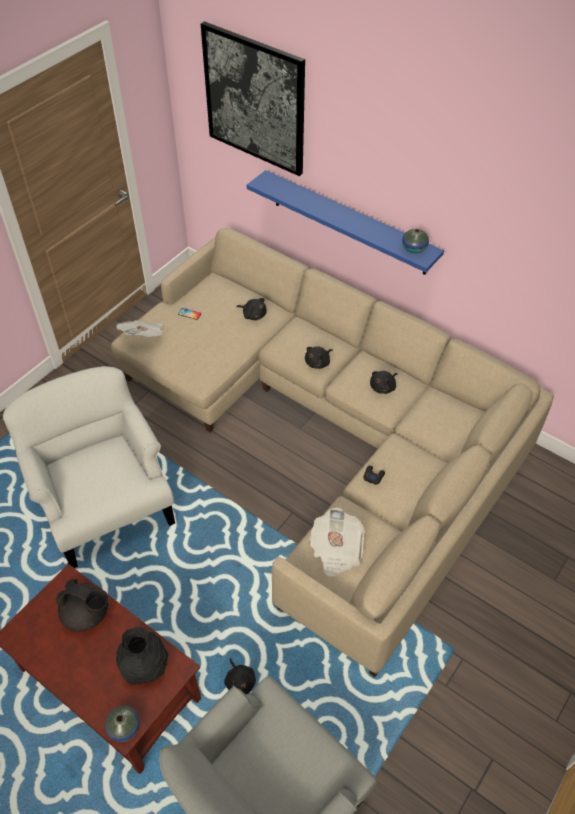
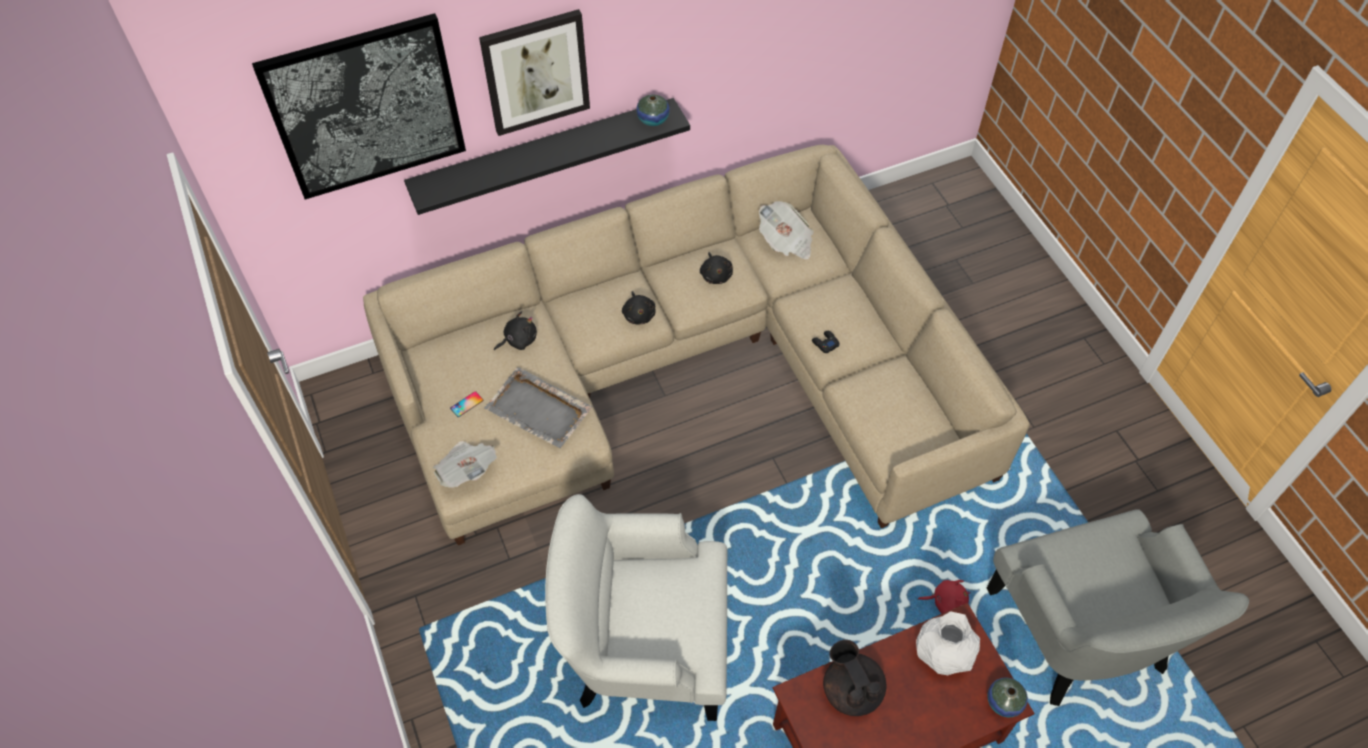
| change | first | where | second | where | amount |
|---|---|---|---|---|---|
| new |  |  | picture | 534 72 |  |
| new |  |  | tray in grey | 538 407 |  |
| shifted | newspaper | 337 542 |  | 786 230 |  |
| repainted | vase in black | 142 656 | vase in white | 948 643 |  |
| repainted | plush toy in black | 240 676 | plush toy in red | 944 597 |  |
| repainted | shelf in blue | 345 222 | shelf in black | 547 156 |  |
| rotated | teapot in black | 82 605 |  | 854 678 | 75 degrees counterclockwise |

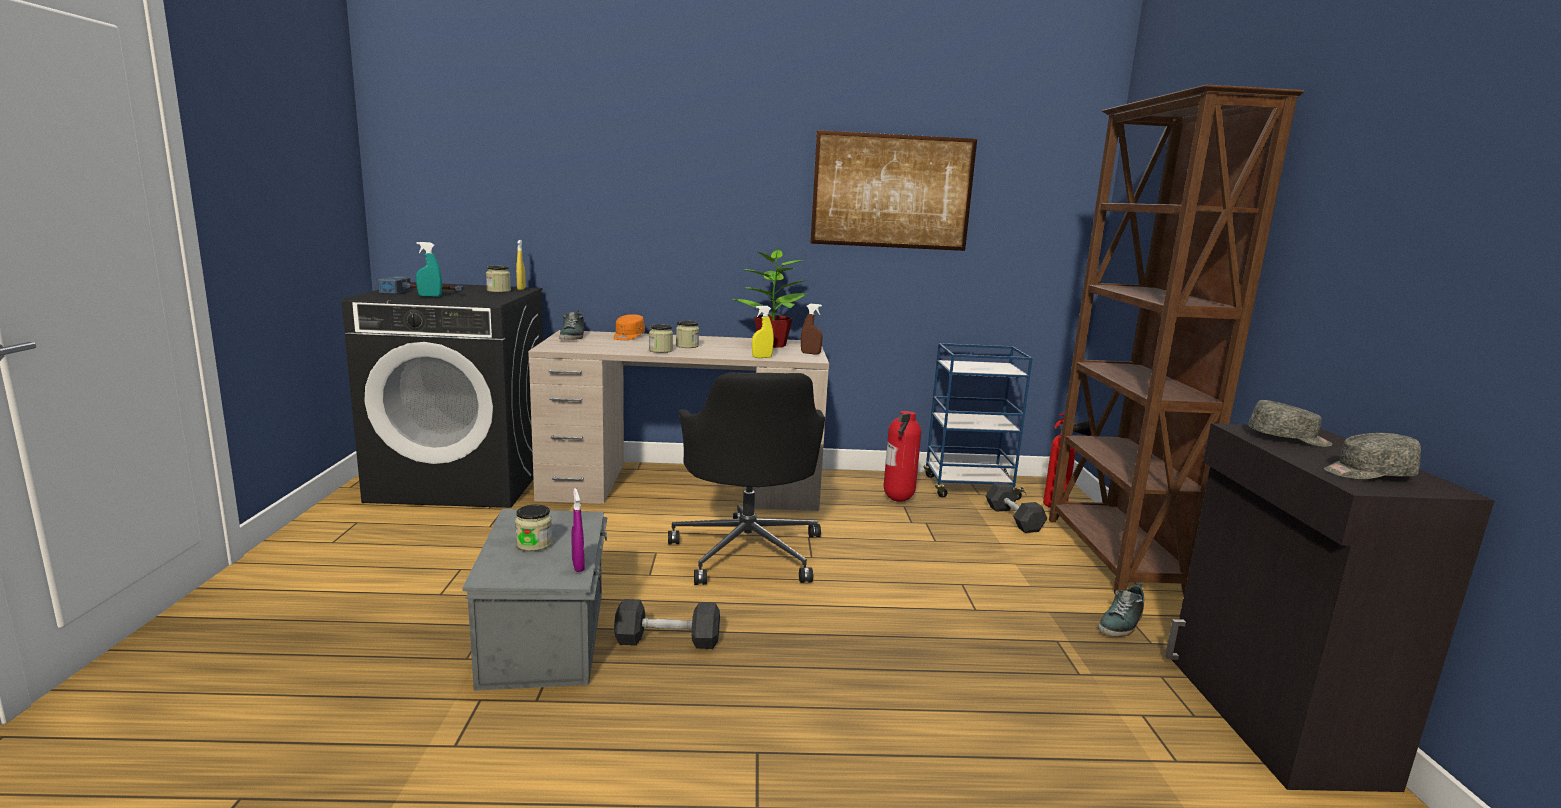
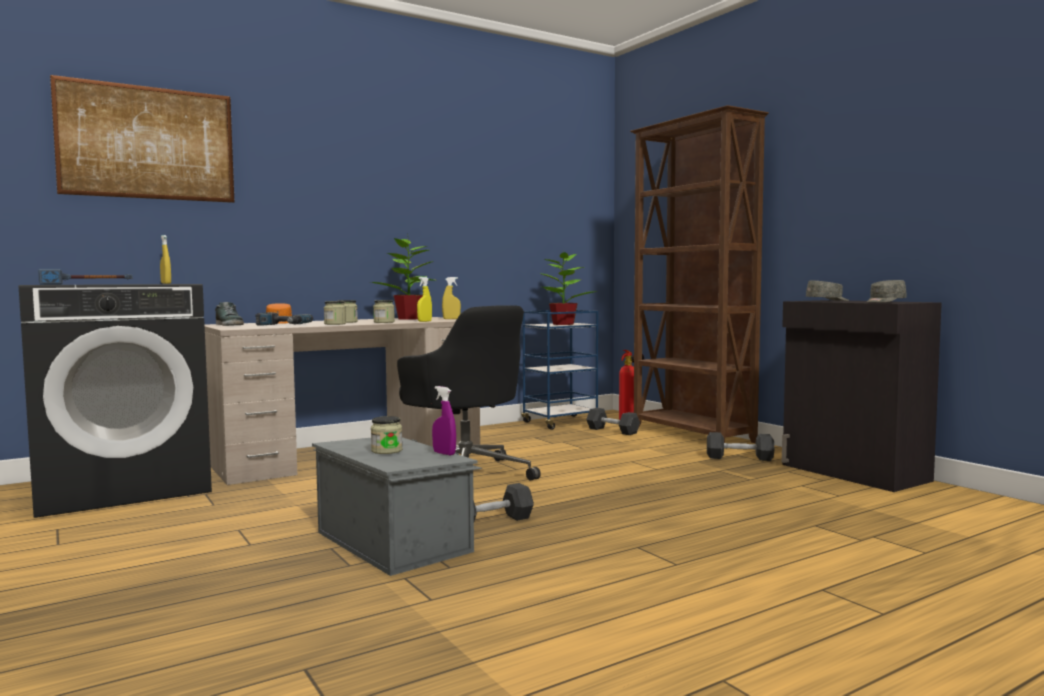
| change | first | where | second | where | amount |
|---|---|---|---|---|---|
| gone | spray bottle in turquoise | 429 269 |  |  |  |
| gone | fire extinguisher | 902 456 |  |  |  |
| new |  |  | power drill | 284 319 |  |
| new |  |  | potted plant | 569 287 |  |
| shifted | jar | 498 279 |  | 384 311 |  |
| shifted | picture | 893 190 |  | 142 139 |  |
| swapped | shoe | 1121 609 | dumbbell in grey | 741 446 |  |
| repainted | spray bottle in brown | 812 329 | spray bottle in yellow | 451 298 |  |

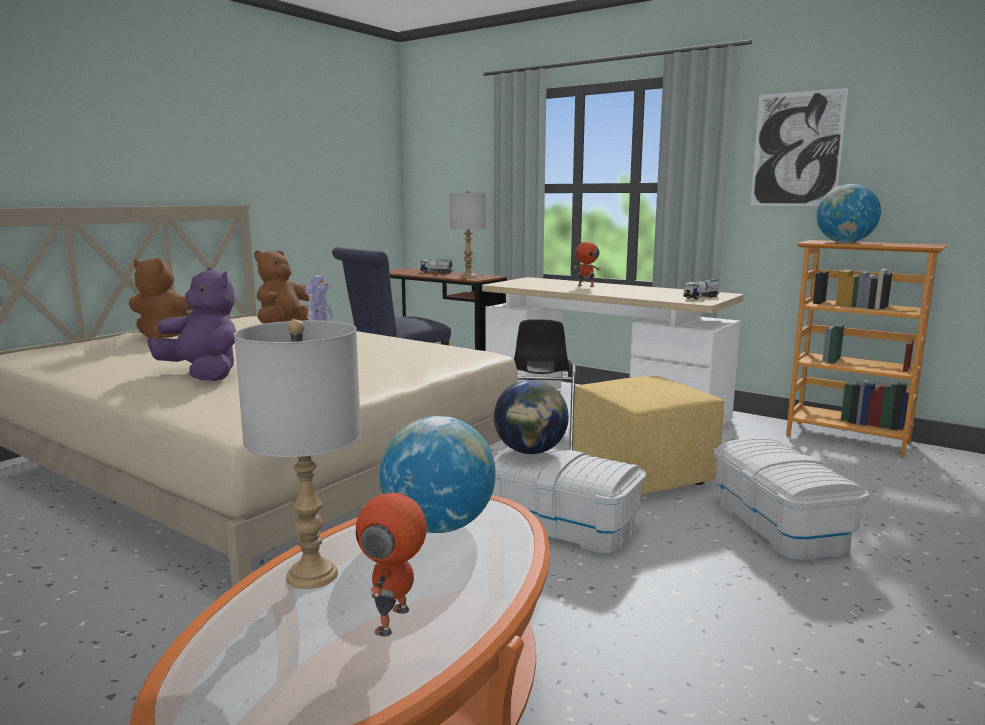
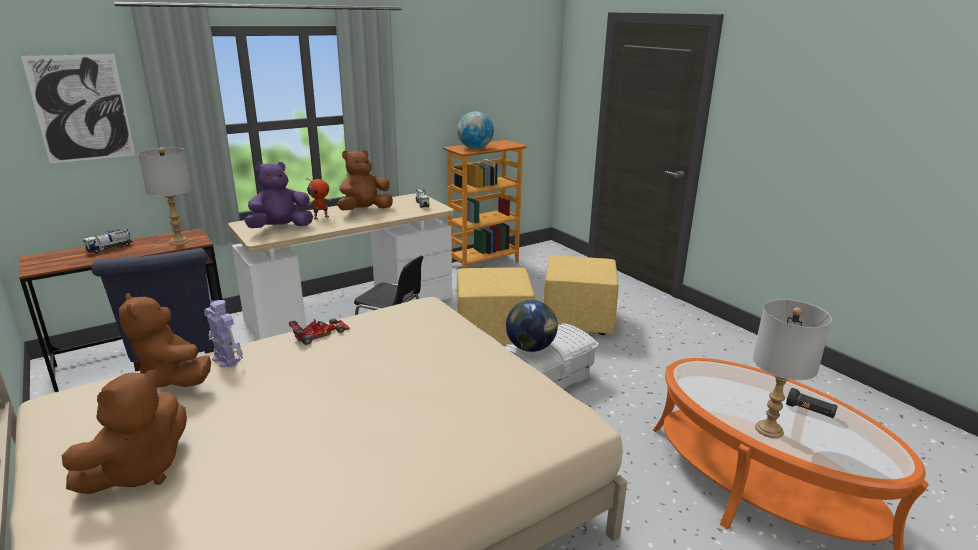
| change | first | where | second | where | amount |
|---|---|---|---|---|---|
| gone | globe | 437 474 |  |  |  |
| new |  |  | toy car | 319 331 |  |
| new |  |  | plush toy in brown | 365 180 |  |
| shifted | plush toy in purple | 191 324 |  | 278 195 |  |
| shifted | picture | 799 147 |  | 78 108 |  |
| swapped | toy robot | 391 555 | flashlight in black | 811 403 |  |
| swapped | storage box in white | 791 498 | ottoman in yellow | 581 295 |  |

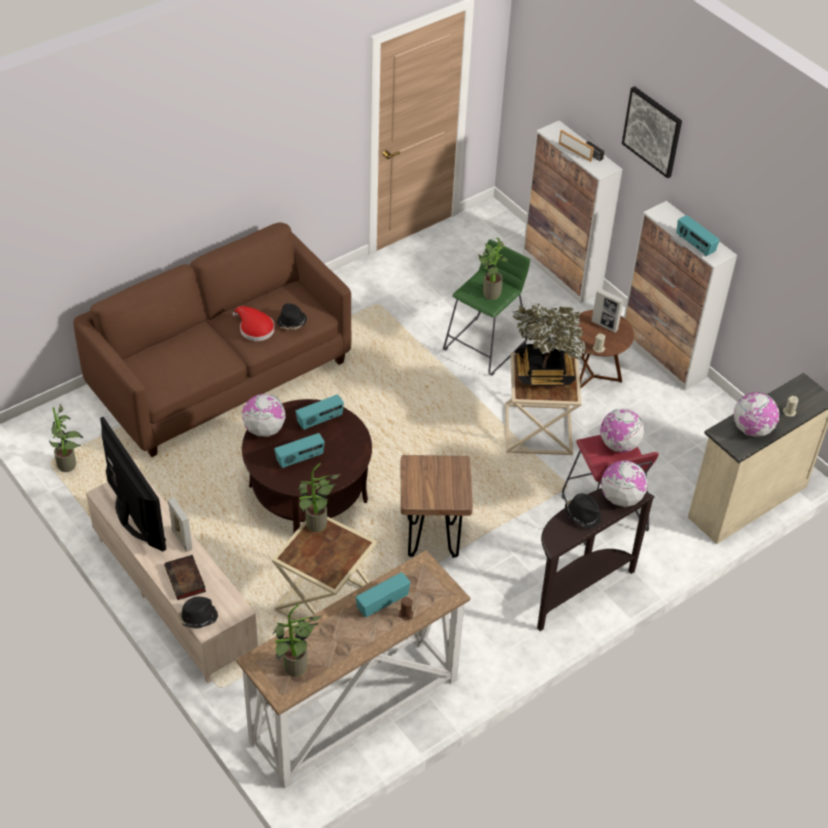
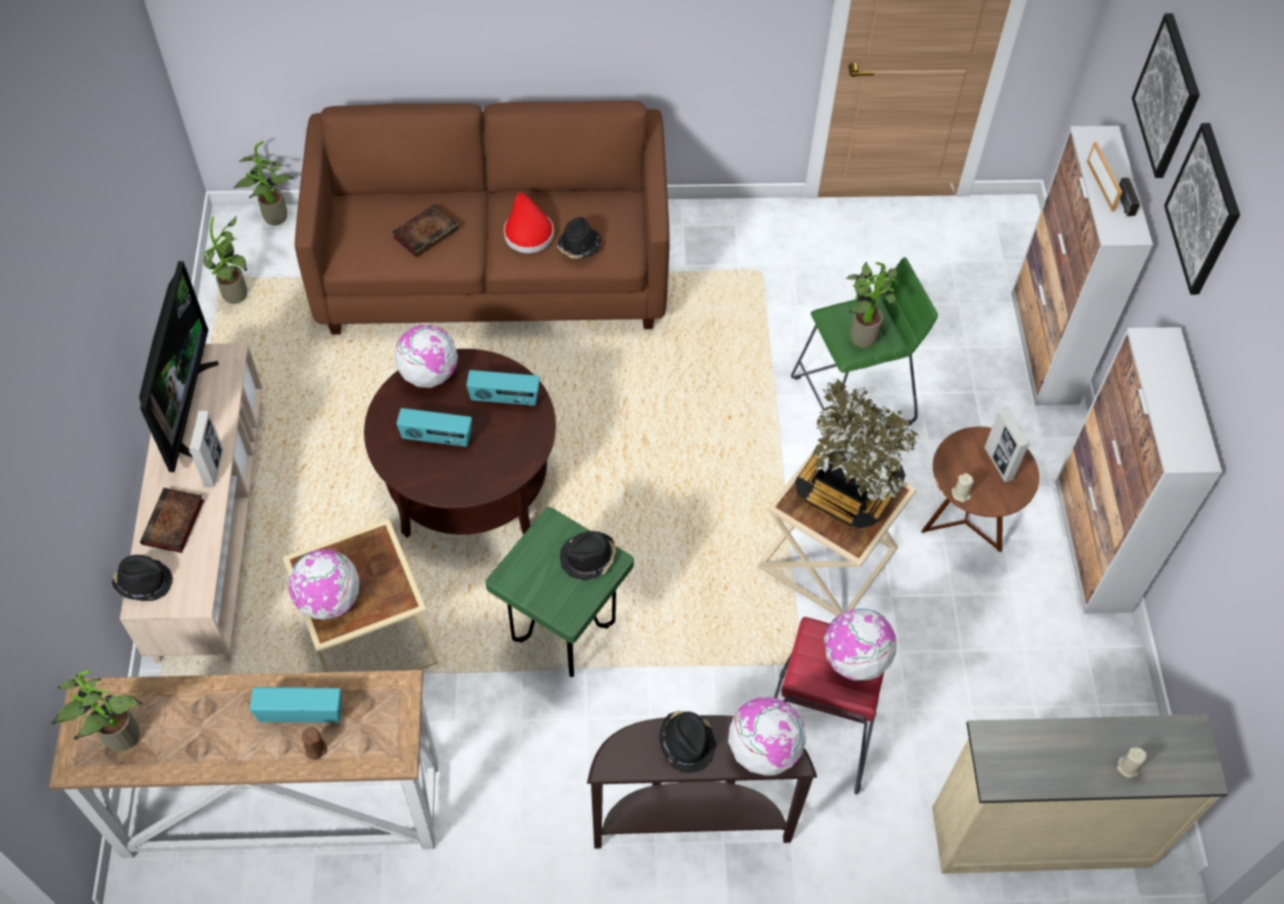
| change | first | where | second | where | amount |
|---|---|---|---|---|---|
| gone | radio | 698 236 |  |  |  |
| new |  |  | book | 425 230 |  |
| new |  |  | hat in black | 588 556 |  |
| new |  |  | picture | 1166 95 |  |
| shifted | potted plant | 319 497 |  | 263 183 |  |
| shifted | globe | 756 414 |  | 324 584 |  |
| repainted | stool in brown | 437 506 | stool in green | 560 592 |  |

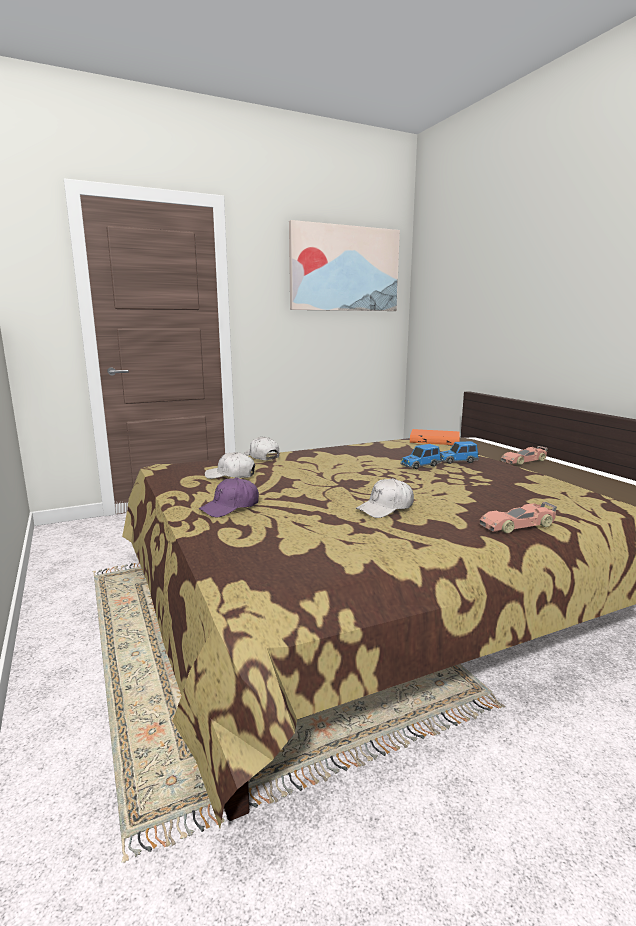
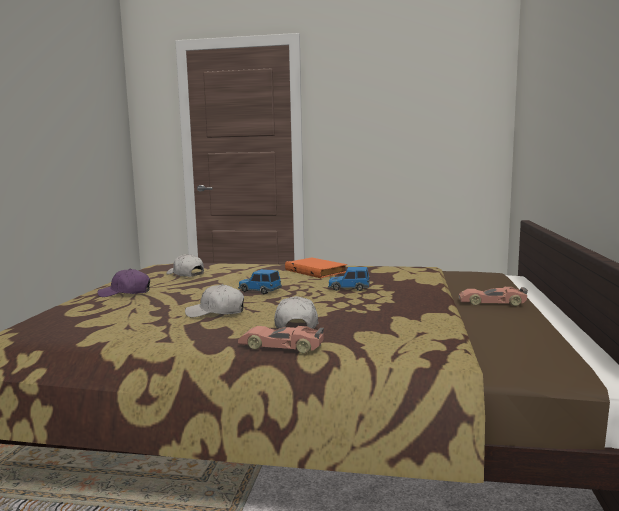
| change | first | where | second | where | amount |
|---|---|---|---|---|---|
| gone | picture | 344 265 |  |  |  |
| shifted | cap in white | 261 448 |  | 296 312 |  |
| shifted | book in orange | 435 437 |  | 316 267 |  |
| shifted | toy car | 459 452 |  | 260 281 |  |

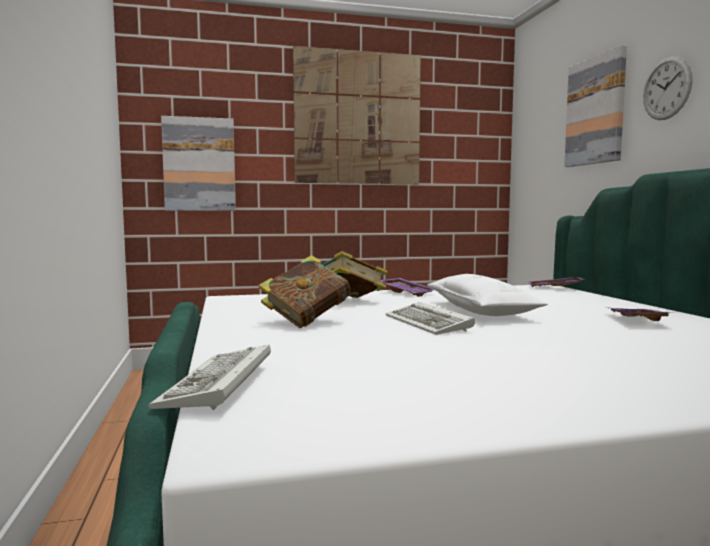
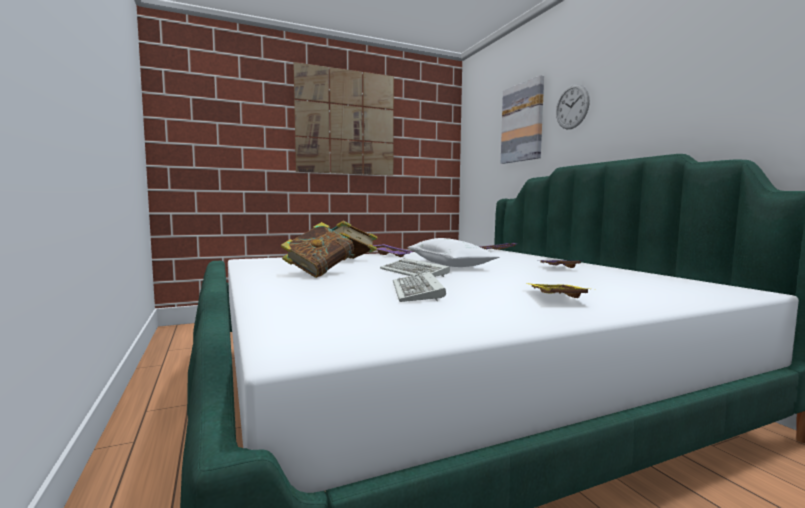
| change | first | where | second | where | amount |
|---|---|---|---|---|---|
| gone | picture | 198 163 |  |  |  |
| new |  |  | tray in yellow | 557 290 |  |
| shifted | keyboard | 209 377 |  | 419 287 |  |

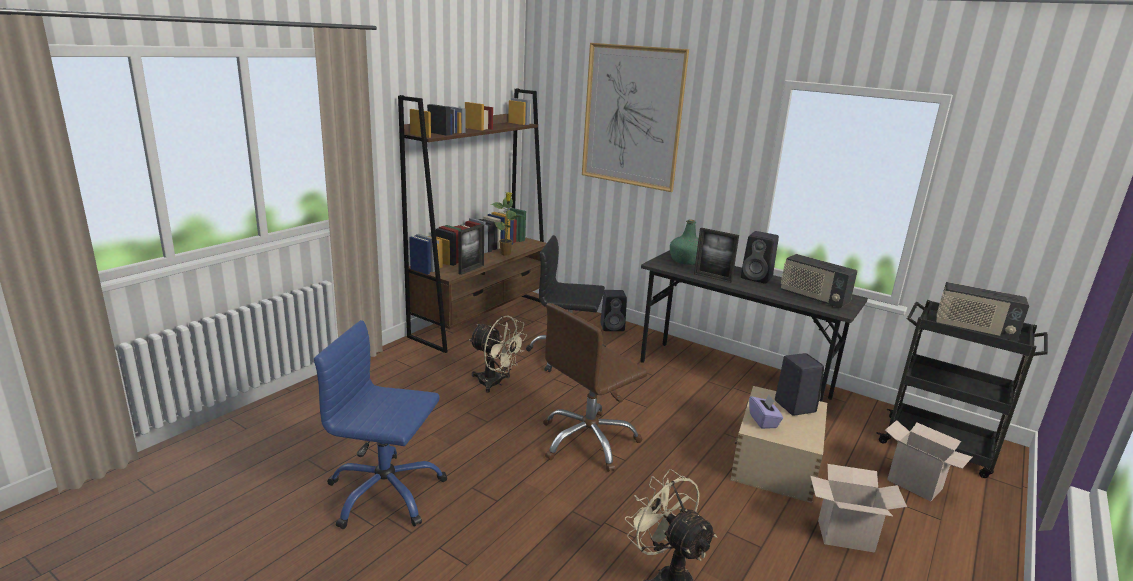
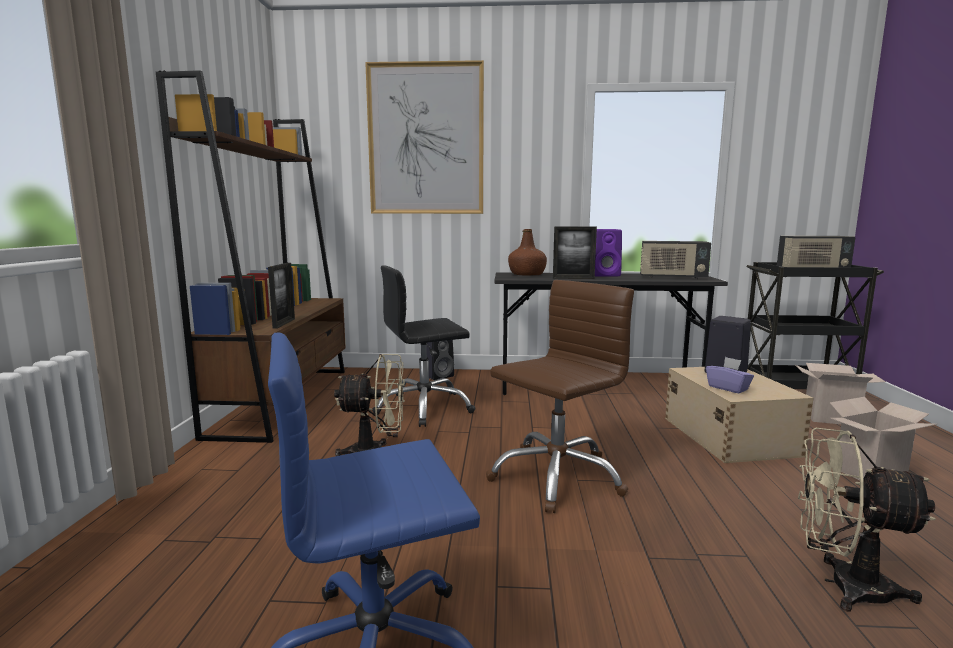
| change | first | where | second | where | amount |
|---|---|---|---|---|---|
| gone | potted plant | 506 224 |  |  |  |
| repainted | bottle in green | 684 242 | bottle in brown | 527 252 |  |
| repainted | speaker in black | 760 257 | speaker in purple | 608 252 |  |
| rotated | office chair in brown | 595 387 |  | 560 396 | 150 degrees counterclockwise |

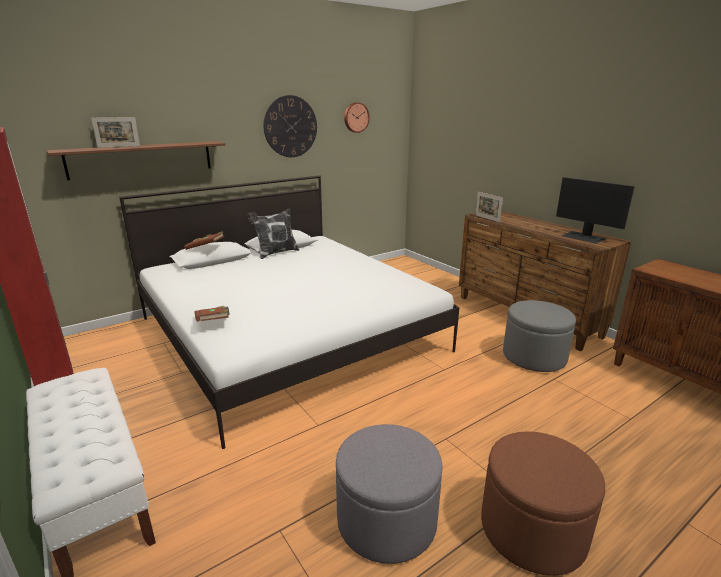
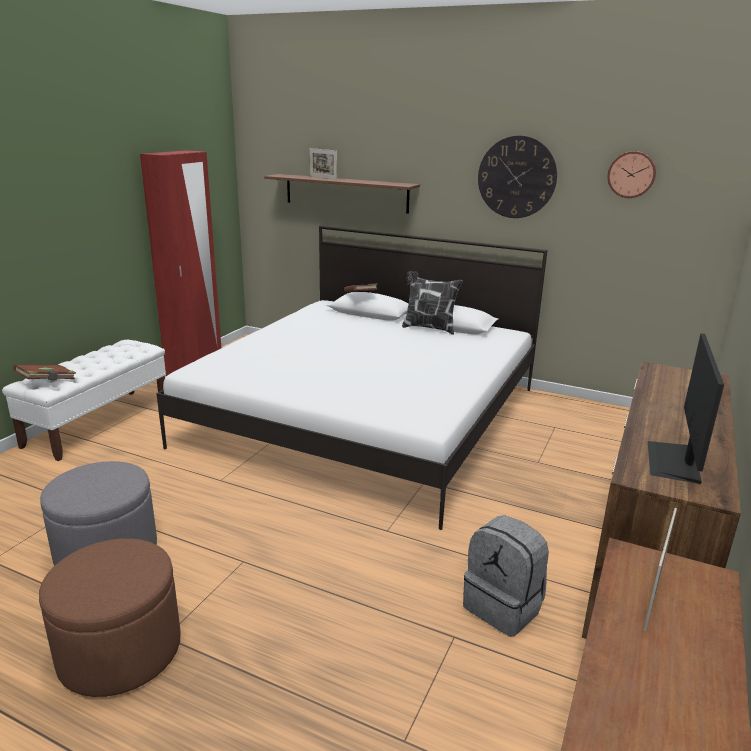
| change | first | where | second | where | amount |
|---|---|---|---|---|---|
| shifted | book in brown | 212 314 |  | 44 372 |  |
| shifted | picture frame | 489 207 |  | 660 569 |  |
| swapped | ottoman in grey | 539 336 | backpack in grey | 506 576 |  |

